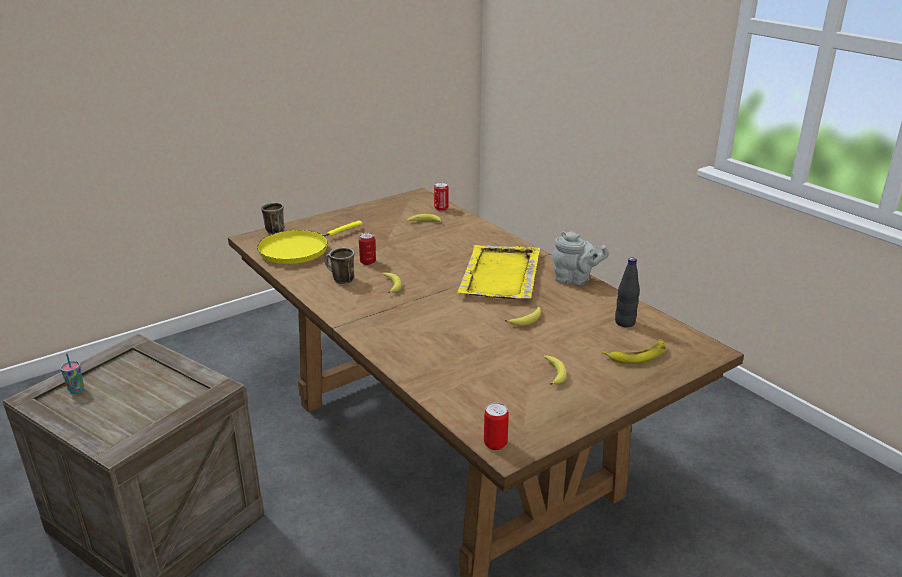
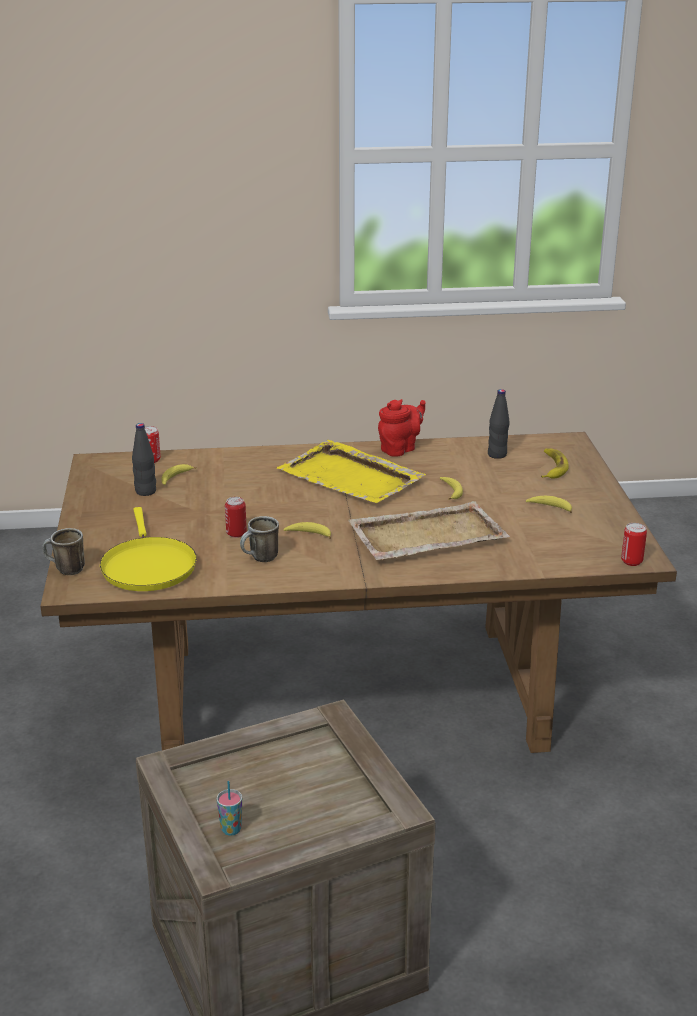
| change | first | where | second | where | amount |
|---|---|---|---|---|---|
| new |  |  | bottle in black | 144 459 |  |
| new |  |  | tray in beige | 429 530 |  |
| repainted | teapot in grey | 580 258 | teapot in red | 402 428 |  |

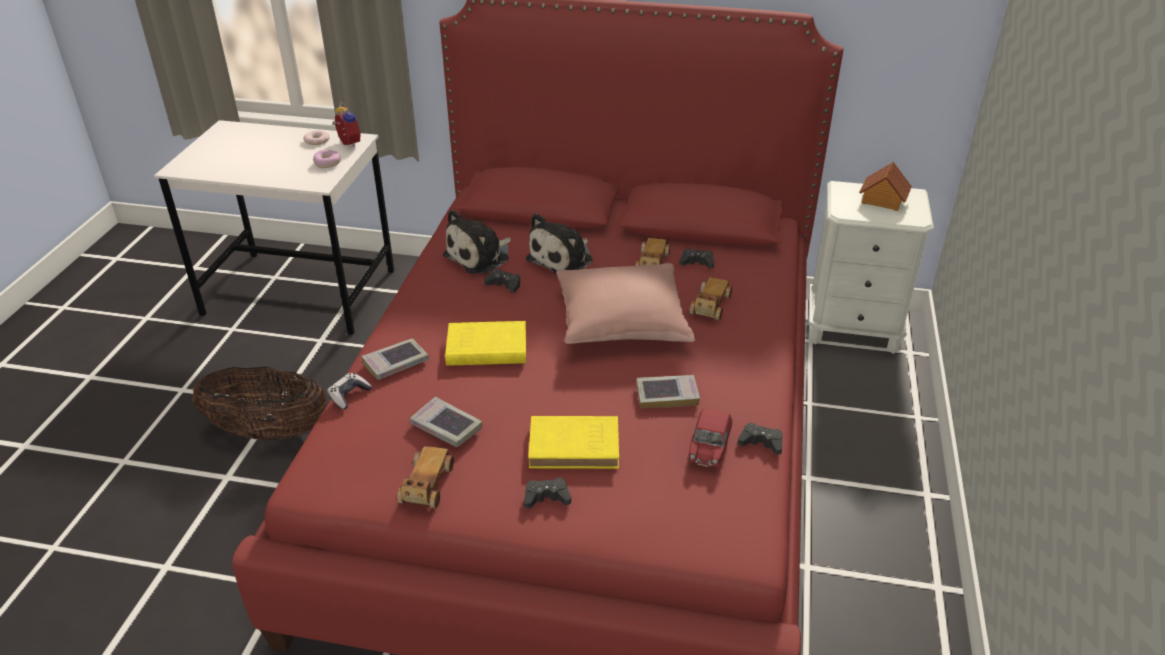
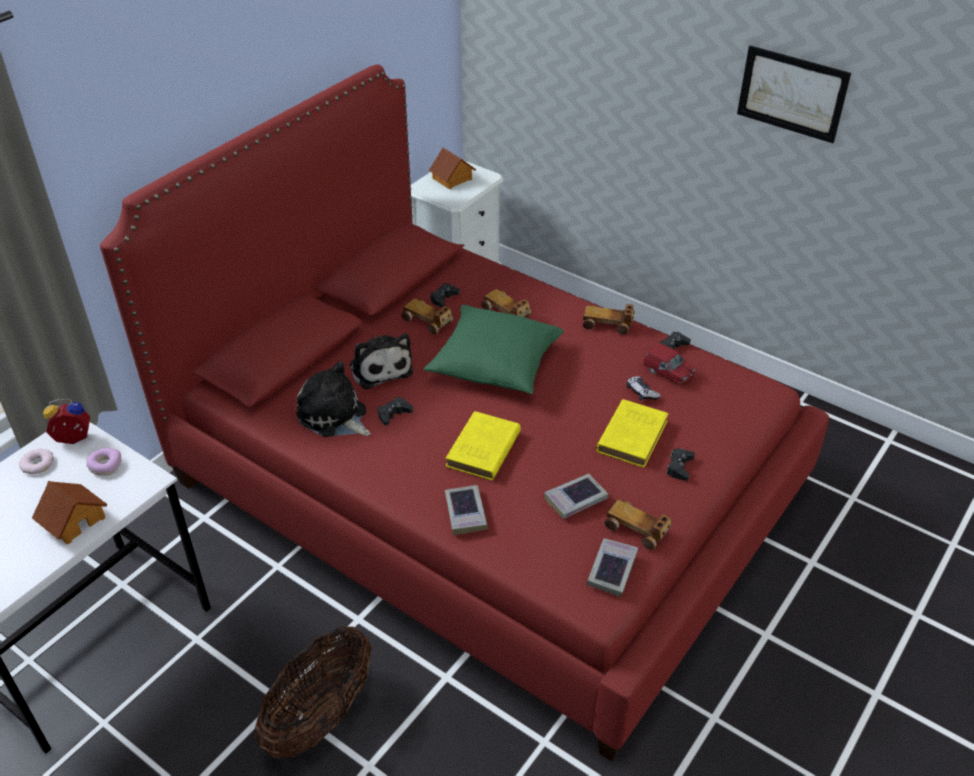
| change | first | where | second | where | amount |
|---|---|---|---|---|---|
| new |  |  | toy house | 70 512 |  |
| new |  |  | toy car | 609 319 |  |
| new |  |  | picture | 794 94 |  |
| shifted | game controller | 349 391 |  | 644 388 |  |
| shifted | book | 668 391 |  | 612 567 |  |
| repainted | pillow in pink | 626 303 | pillow in green | 494 349 |  |
| rotated | plush toy | 477 241 |  | 333 399 | 150 degrees clockwise |

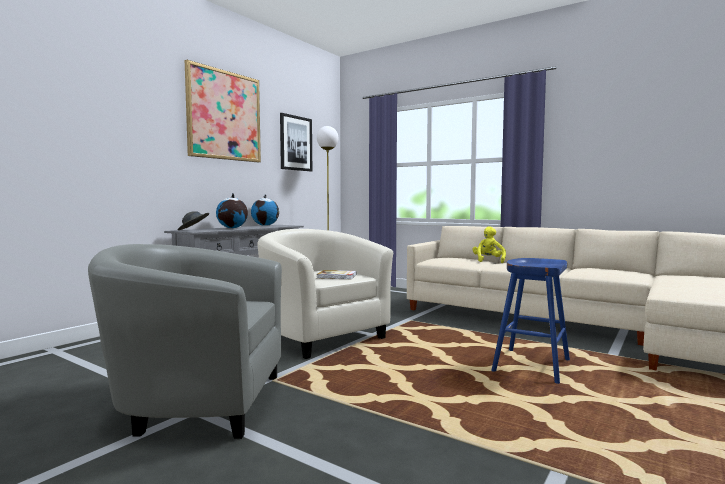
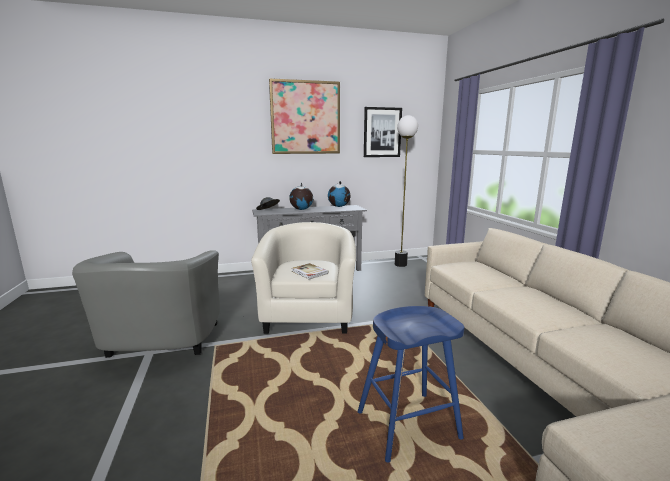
| change | first | where | second | where | amount |
|---|---|---|---|---|---|
| gone | plush toy in yellow | 489 244 |  |  |  |
| rotated | armchair in grey | 185 341 |  | 146 304 | 135 degrees counterclockwise |

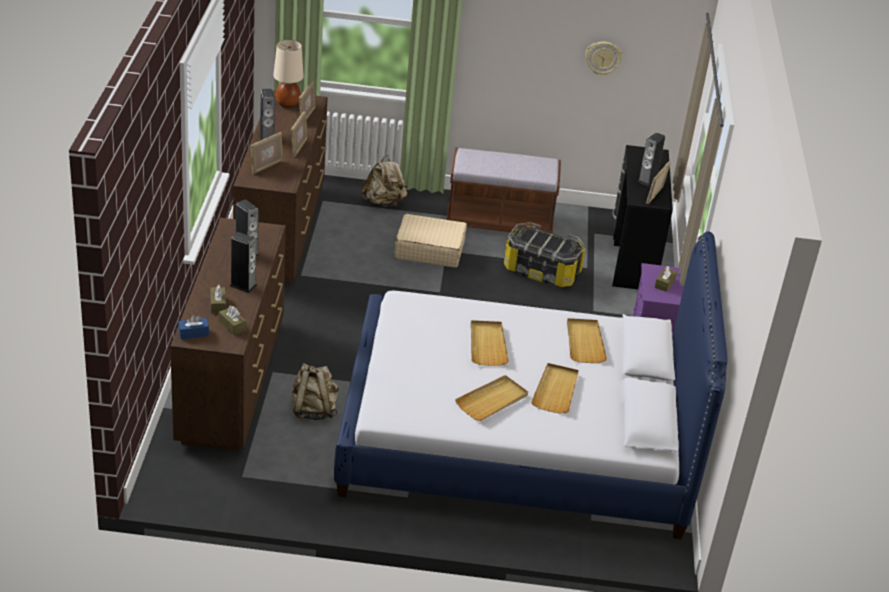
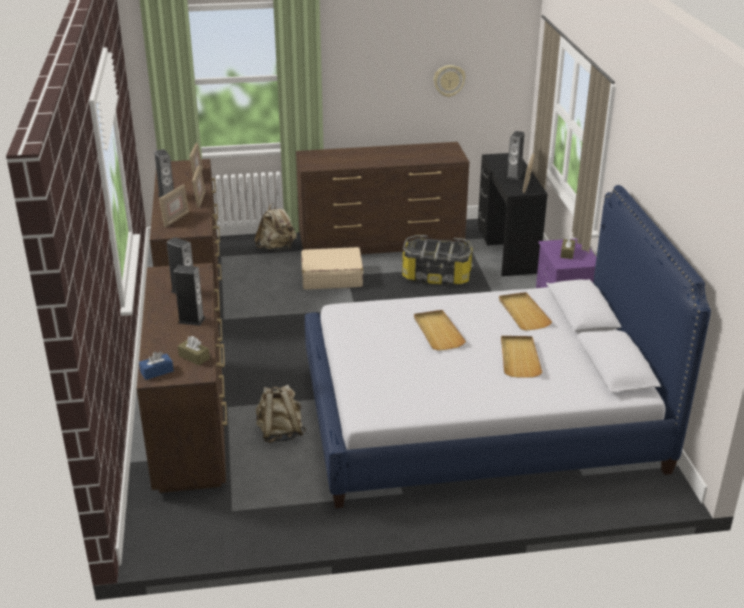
| change | first | where | second | where | amount |
|---|---|---|---|---|---|
| gone | tissue box in brown | 218 299 |  |  |  |
| gone | table lamp in beige | 288 74 |  |  |  |
| gone | tray in beige | 491 398 |  |  |  |
| swapped | bench in brown | 503 190 | dresser in brown | 382 198 |  |

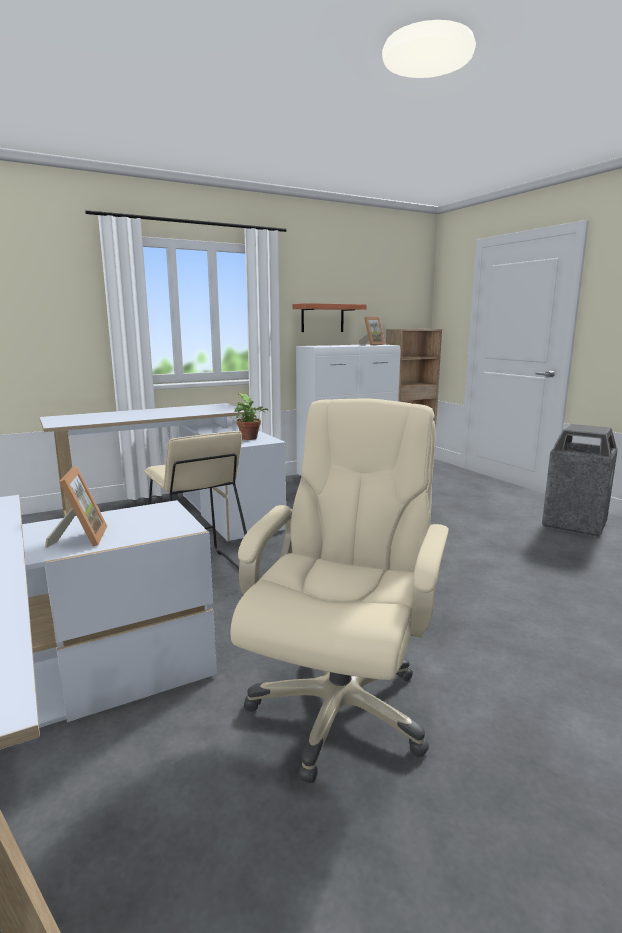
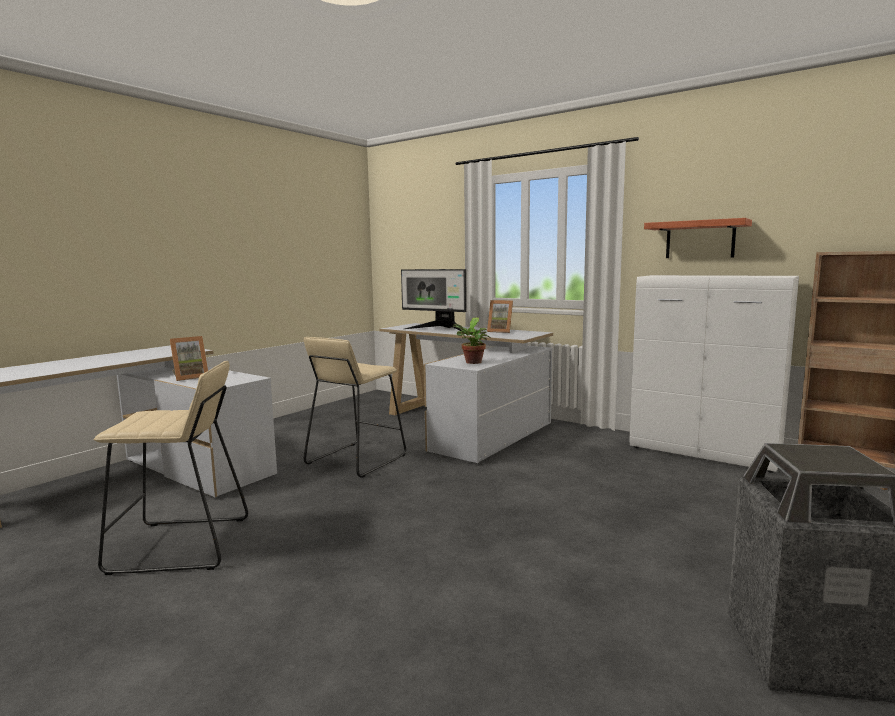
| change | first | where | second | where | amount |
|---|---|---|---|---|---|
| new |  |  | monitor | 434 300 |  |
| shifted | picture frame | 372 331 |  | 500 316 |  |
| swapped | office chair in beige | 339 591 | stool in beige | 171 468 |  |

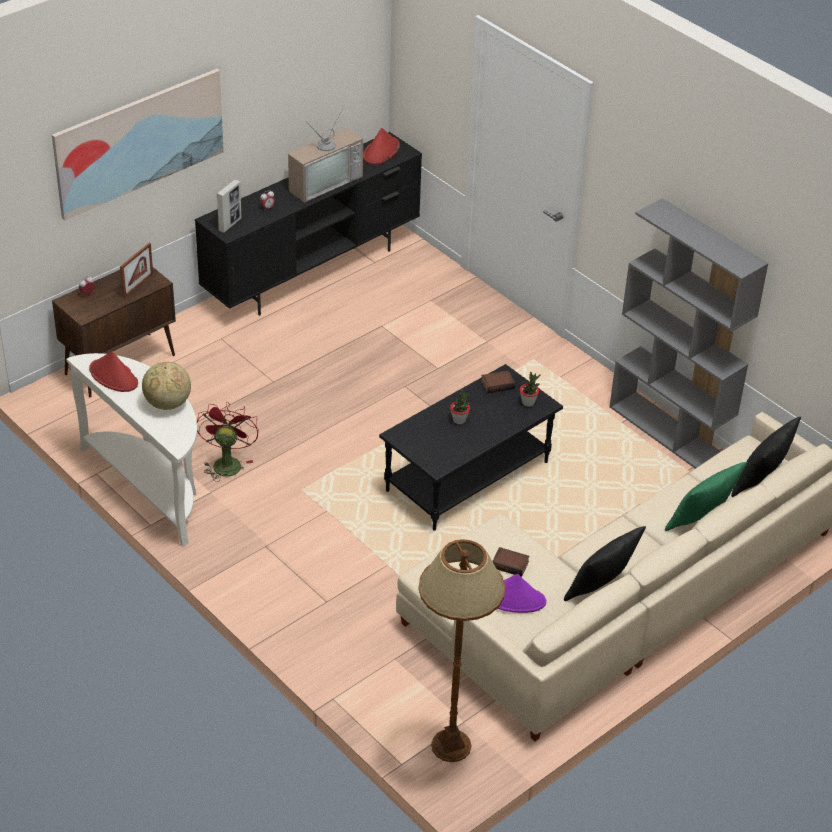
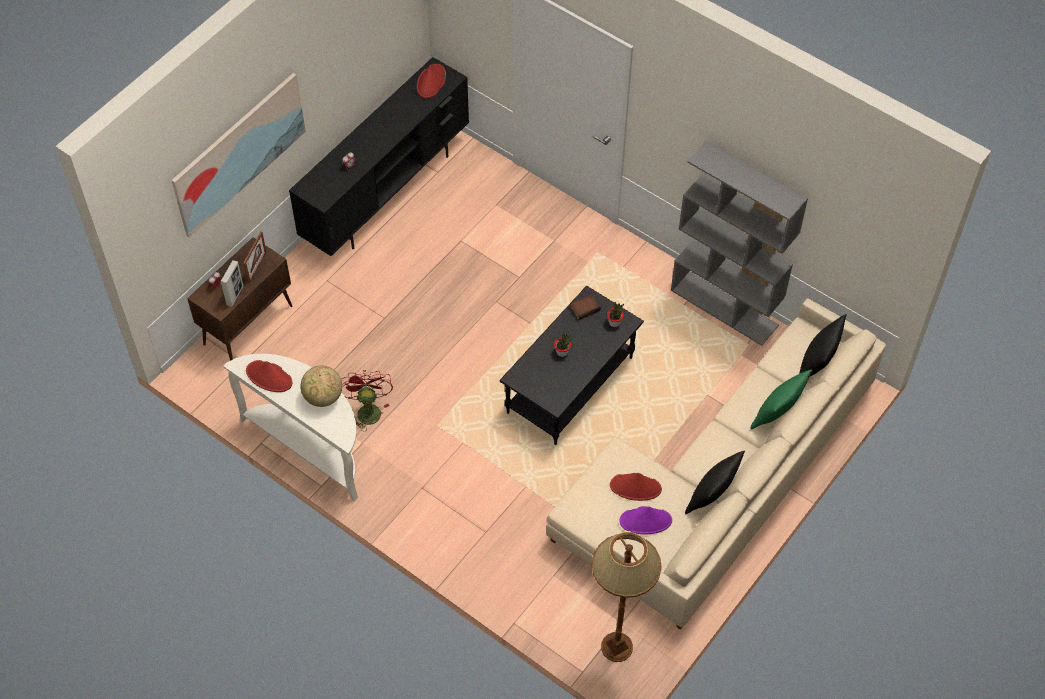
| change | first | where | second | where | amount |
|---|---|---|---|---|---|
| gone | television | 325 153 |  |  |  |
| shifted | picture frame | 229 206 |  | 232 283 |  |
| swapped | book | 511 562 | hat in red | 636 487 |  |

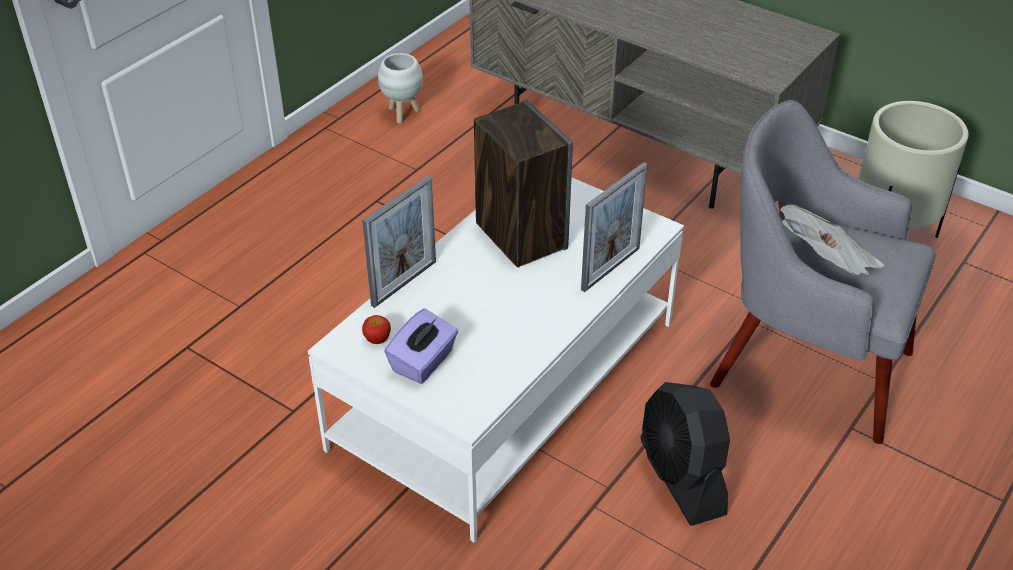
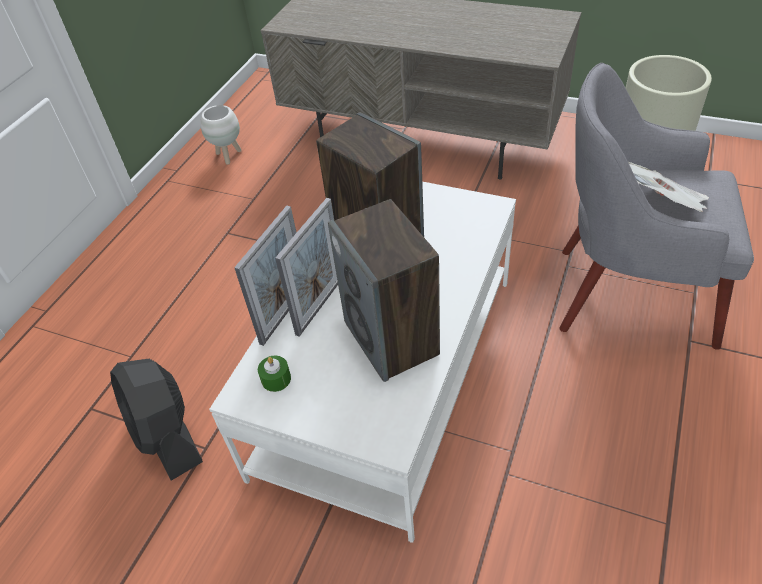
| change | first | where | second | where | amount |
|---|---|---|---|---|---|
| gone | tissue box in purple | 421 346 |  |  |  |
| new |  |  | speaker | 384 290 |  |
| shifted | picture frame | 614 227 |  | 306 267 |  |
| shifted | fan in black | 685 454 |  | 156 420 |  |
| swapped | apple | 376 329 | candle in green | 274 374 |  |

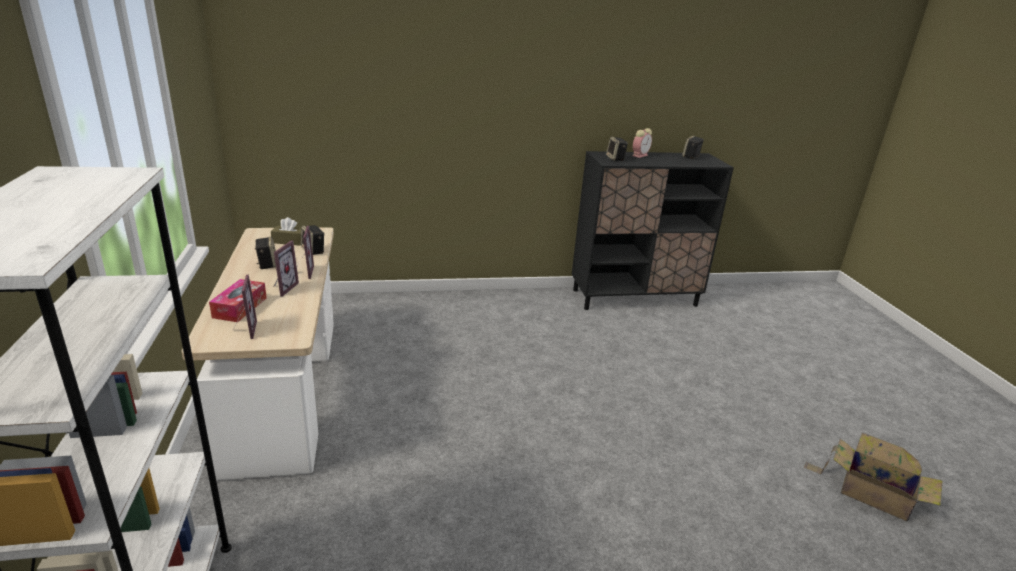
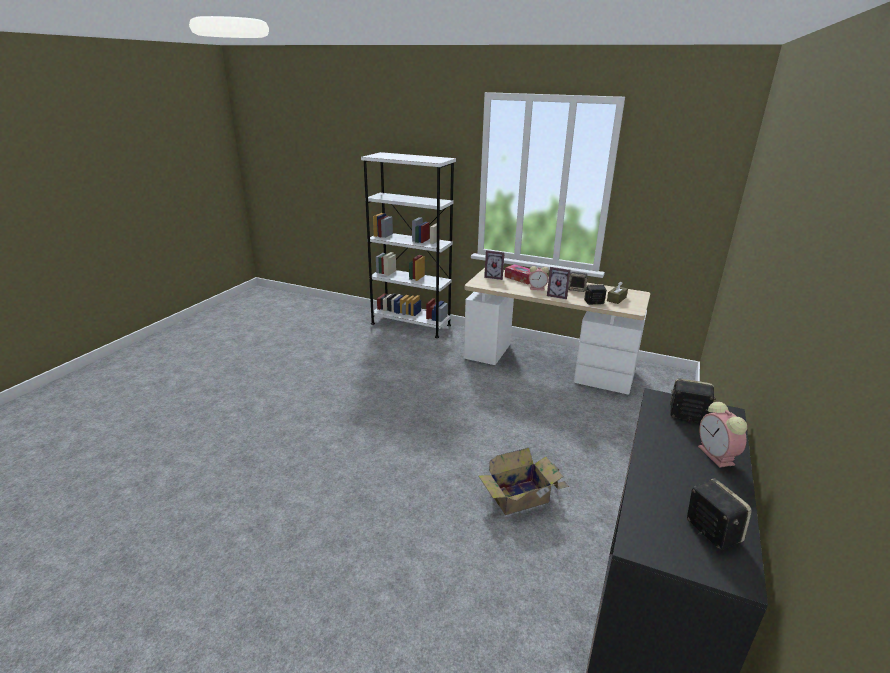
| change | first | where | second | where | amount |
|---|---|---|---|---|---|
| shifted | cardboard box | 873 476 |  | 524 481 |  |
| swapped | picture frame | 286 268 | alarm clock | 539 278 |  |

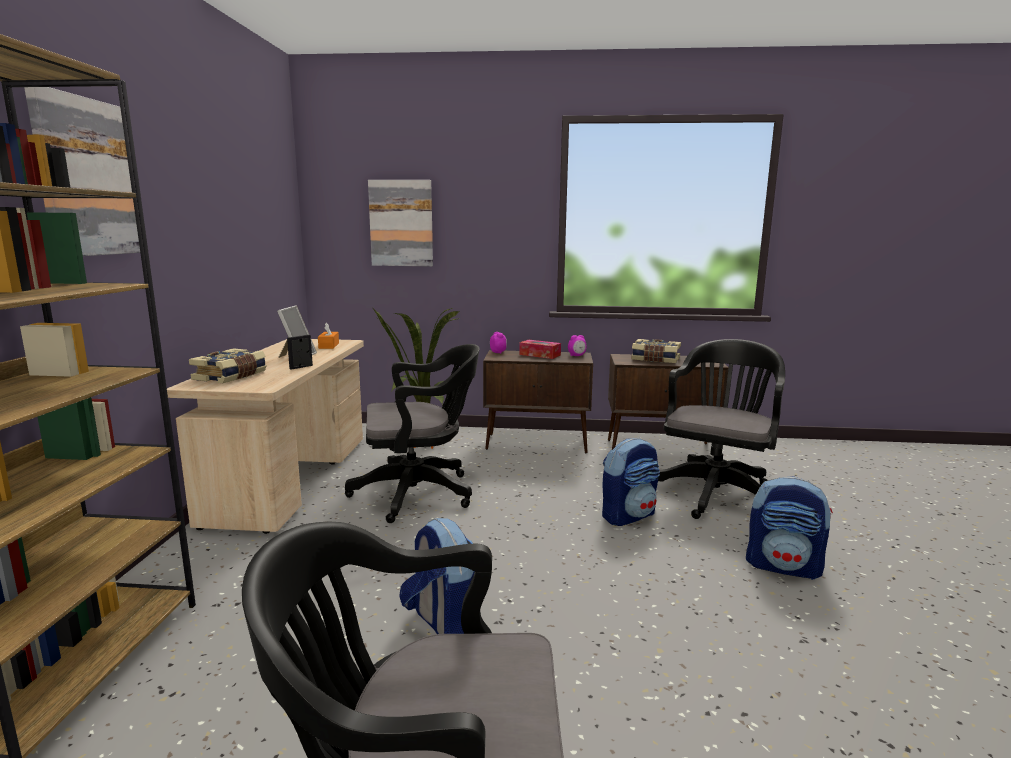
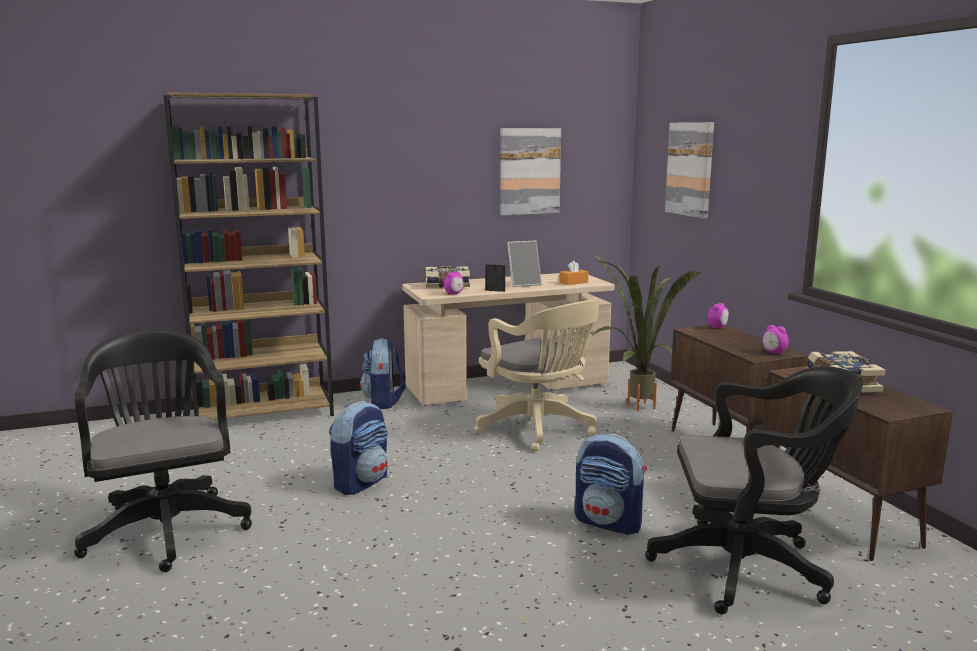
| change | first | where | second | where | amount |
|---|---|---|---|---|---|
| gone | tissue box | 540 349 |  |  |  |
| new |  |  | alarm clock | 454 283 |  |
| shifted | picture | 82 171 |  | 530 171 |  |
| shifted | backpack | 789 528 |  | 383 373 |  |
| repainted | office chair in black | 412 433 | office chair in beige | 537 375 |  |

